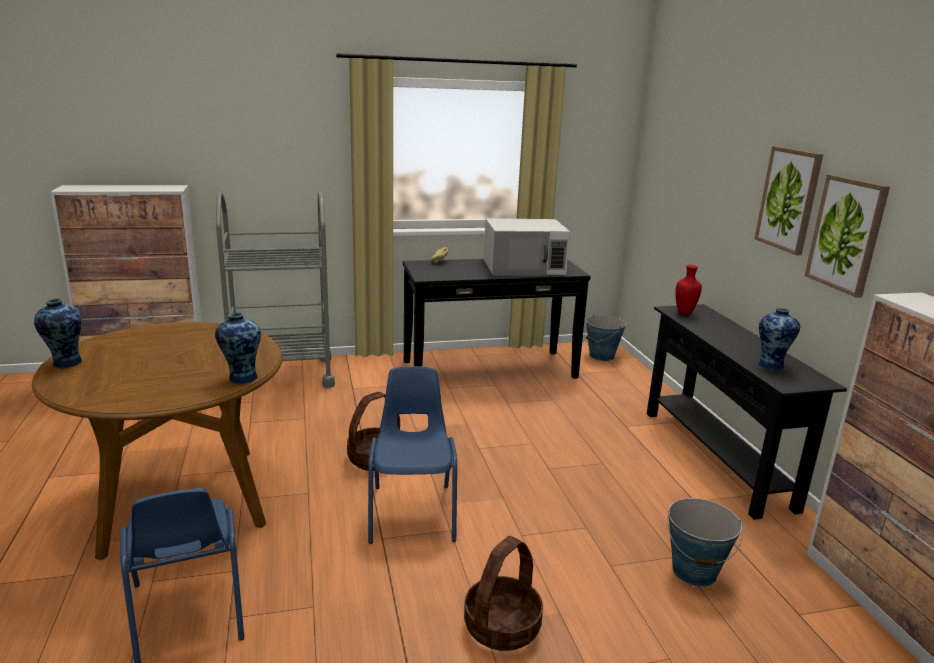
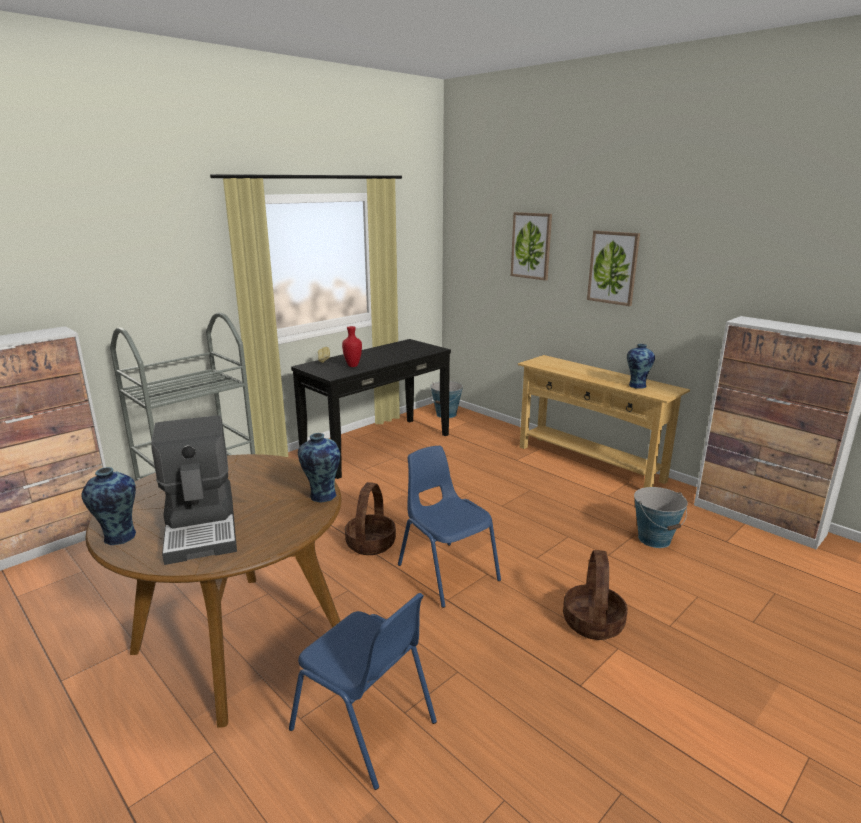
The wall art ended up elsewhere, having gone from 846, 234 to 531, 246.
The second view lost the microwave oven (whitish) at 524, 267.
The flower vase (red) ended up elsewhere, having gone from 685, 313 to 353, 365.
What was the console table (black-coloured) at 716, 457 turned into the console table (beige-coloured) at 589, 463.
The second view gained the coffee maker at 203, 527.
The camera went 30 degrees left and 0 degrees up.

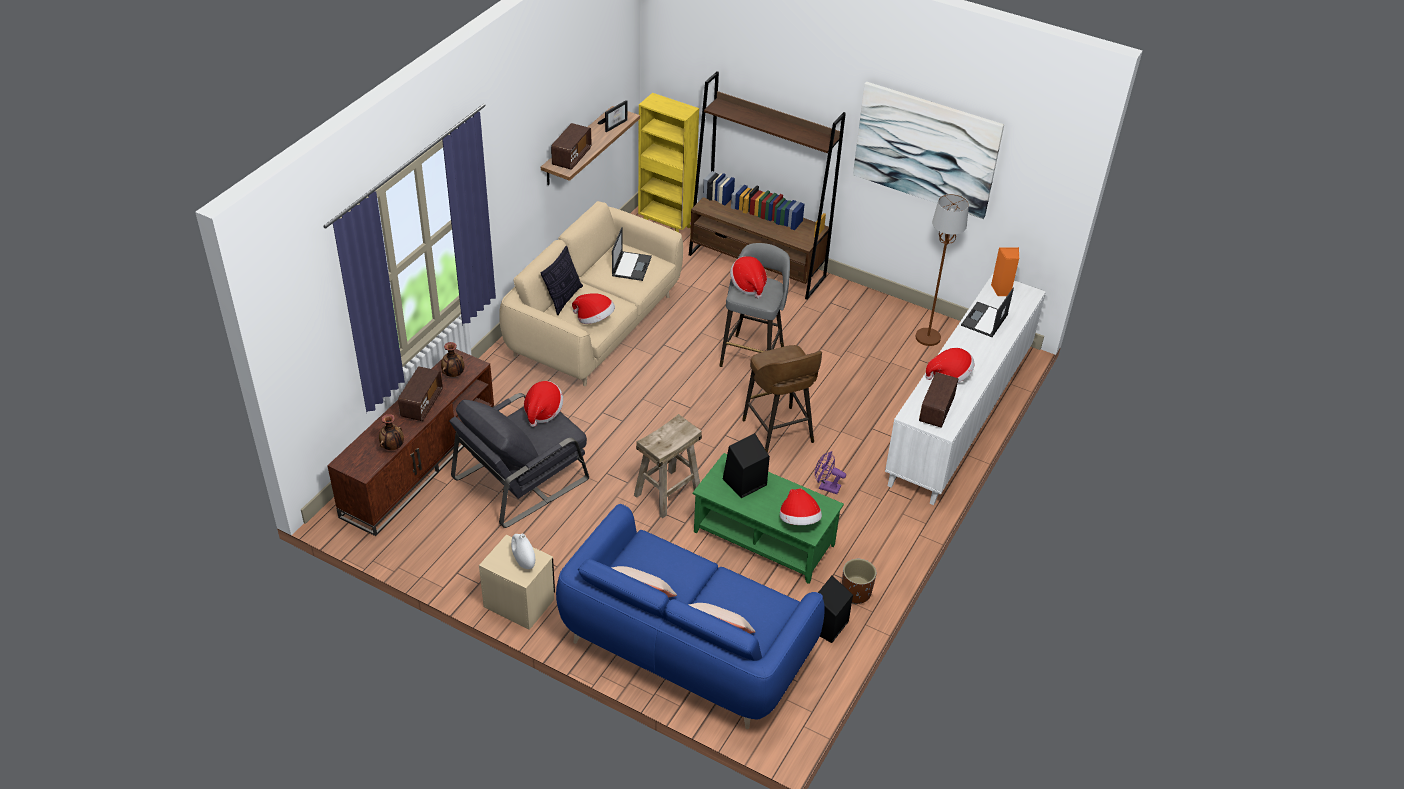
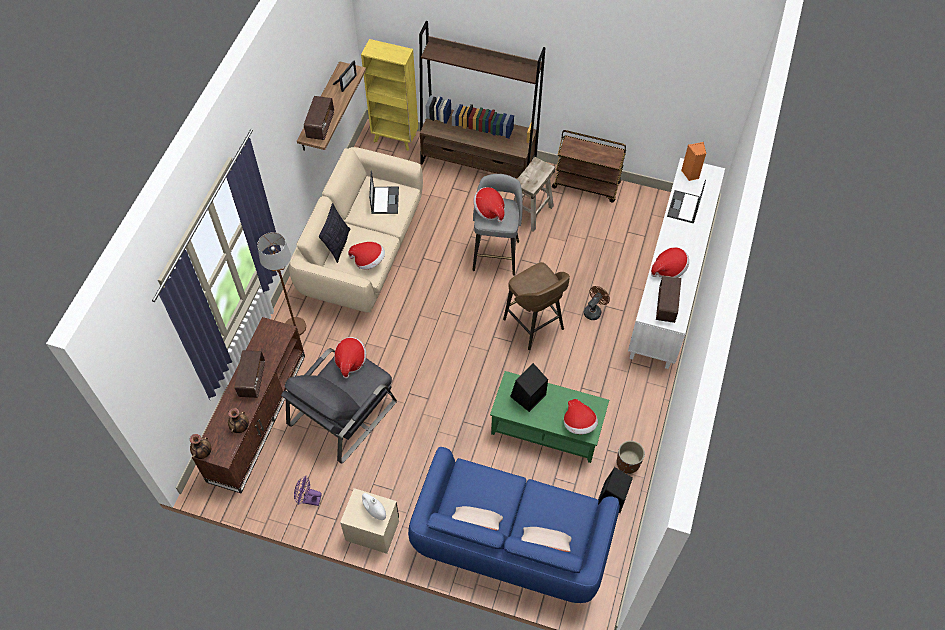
The second view lost the wall art at 926, 149.
The standard lamp (brownish) ended up elsewhere, having gone from 927, 337 to 295, 327.
The flower vase ended up elsewhere, having gone from 454, 374 to 203, 452.
The sitting stool (beige-coloured) ended up elsewhere, having gone from 667, 493 to 531, 212.
The cooling fan (purple) ended up elsewhere, having gone from 826, 487 to 308, 499.
The second view gained the trolley (brownish) at 587, 185.
The second view gained the cooling fan (brownish) at 594, 310.
The camera went 10 degrees left and 15 degrees up.

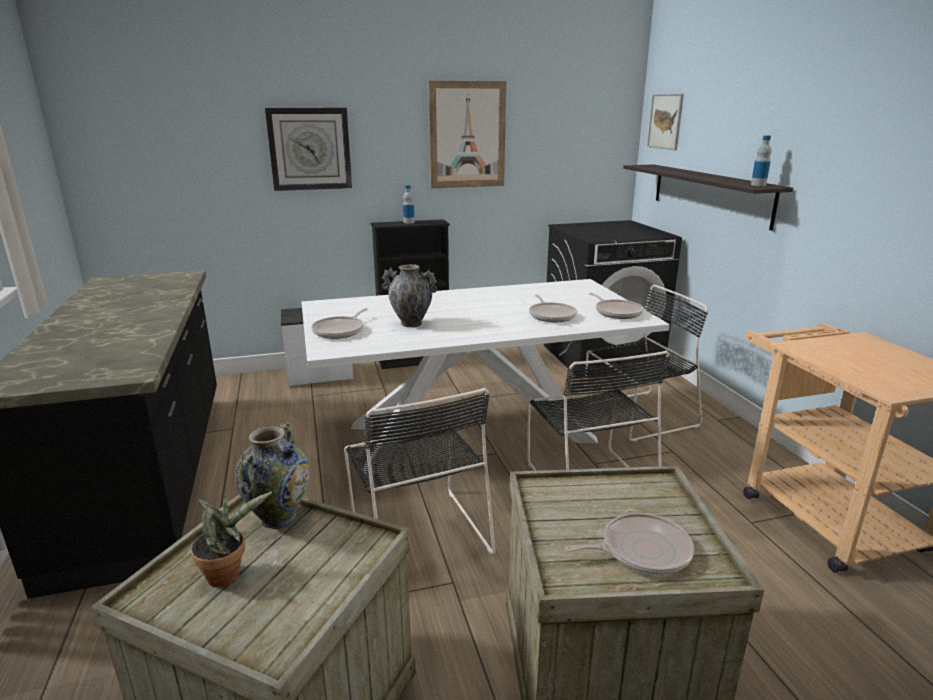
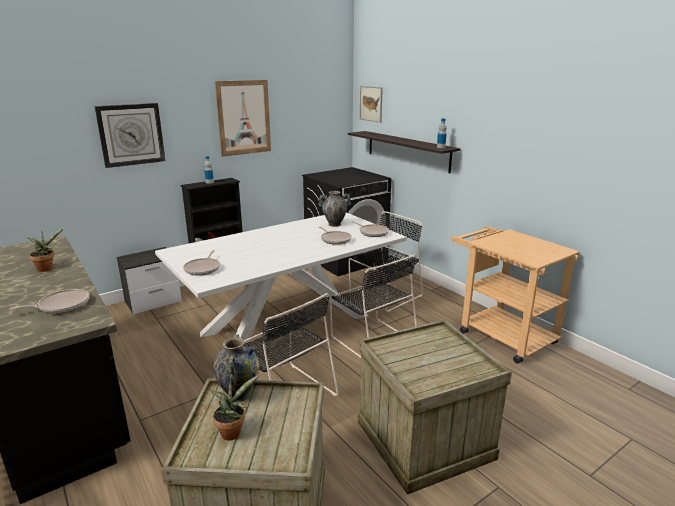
The flower vase ended up elsewhere, having gone from 411, 324 to 334, 224.
The frying pan ended up elsewhere, having gone from 641, 550 to 61, 305.
The second view gained the plant in a pot at 47, 268.
The camera went 20 degrees left and 0 degrees up.

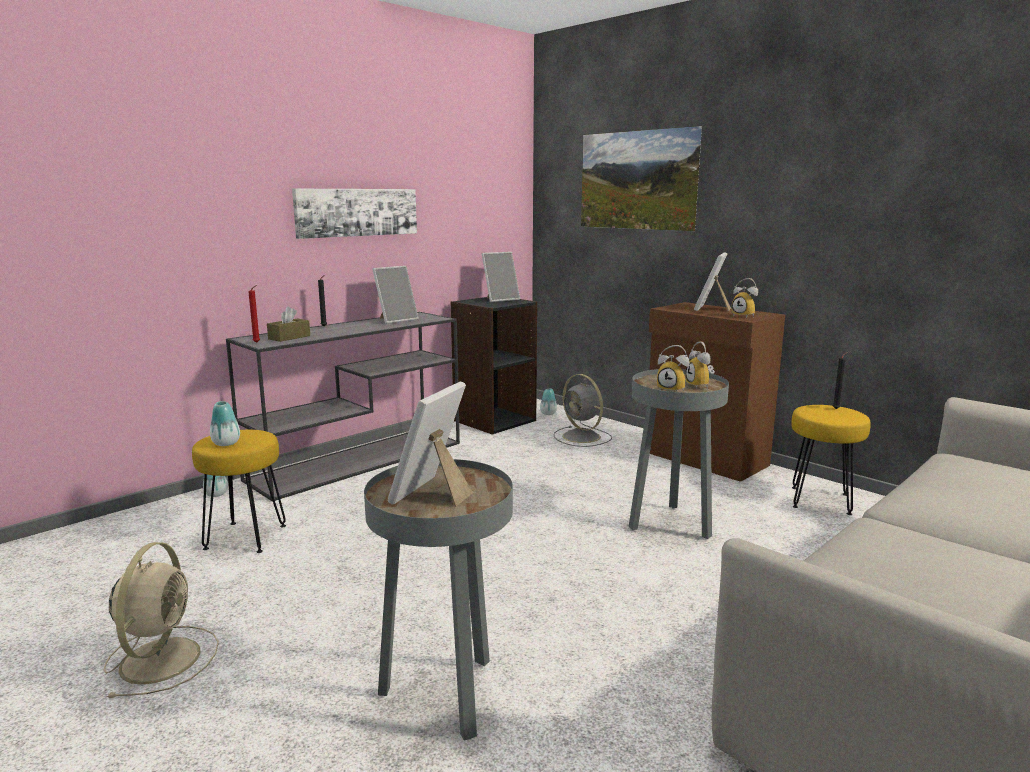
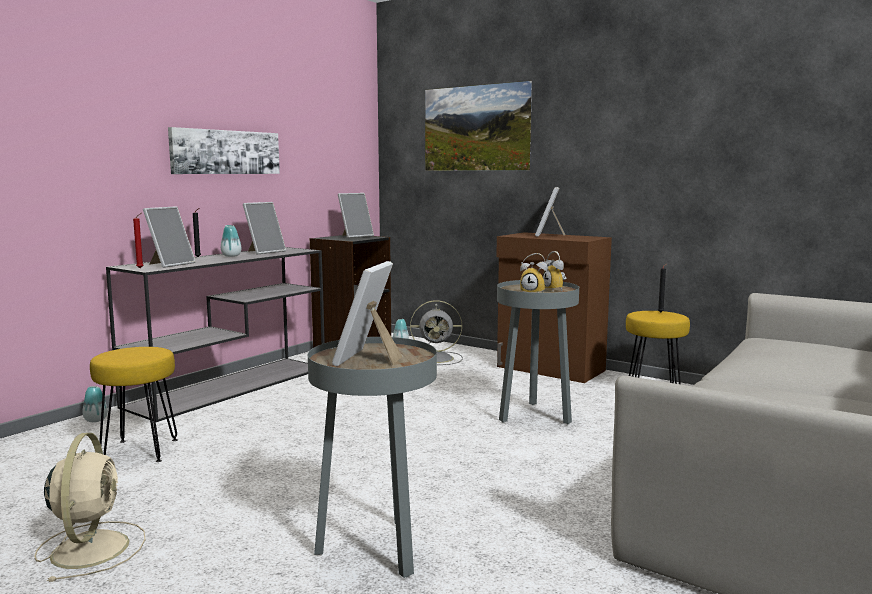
The second view lost the alarm clock at 745, 316.
Where the tissue box (brownish) stood at 289, 337, the picture frame came to stand at 170, 264.
The cooling fan (gray) at 582, 437 ended up facing another way, 45 degrees counterclockwise from before.
The flower vase ended up elsewhere, having gone from 226, 443 to 231, 256.
The camera went 10 degrees left and 5 degrees down.

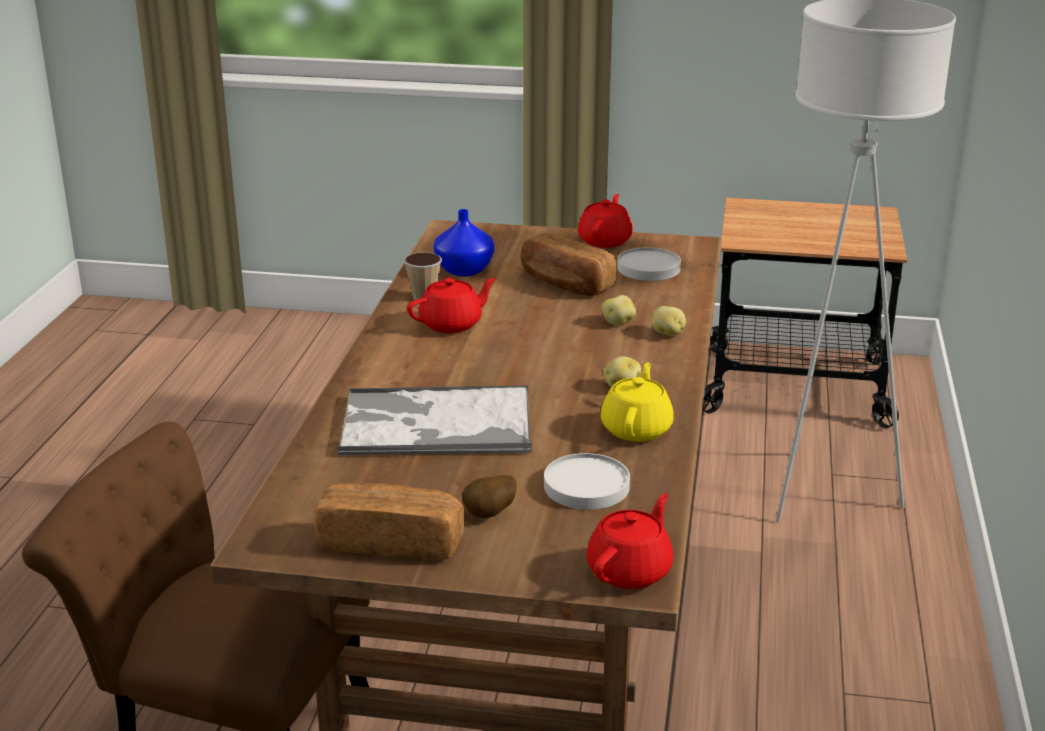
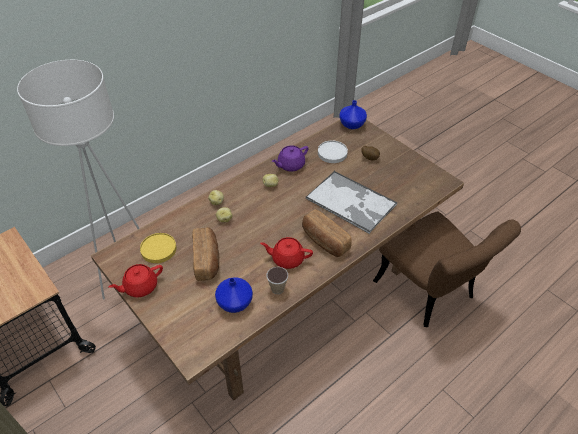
What was the dinner plate (whitish) at 648, 268 turned into the dinner plate (yellow) at 159, 249.
What was the teapot (yellow) at 637, 428 turned into the teapot (purple) at 290, 165.
The bread ended up elsewhere, having gone from 391, 542 to 324, 241.
Where the teapot (red) stood at 630, 570, the flower vase (blue) came to stand at 351, 125.
The camera went 140 degrees left and 20 degrees up.

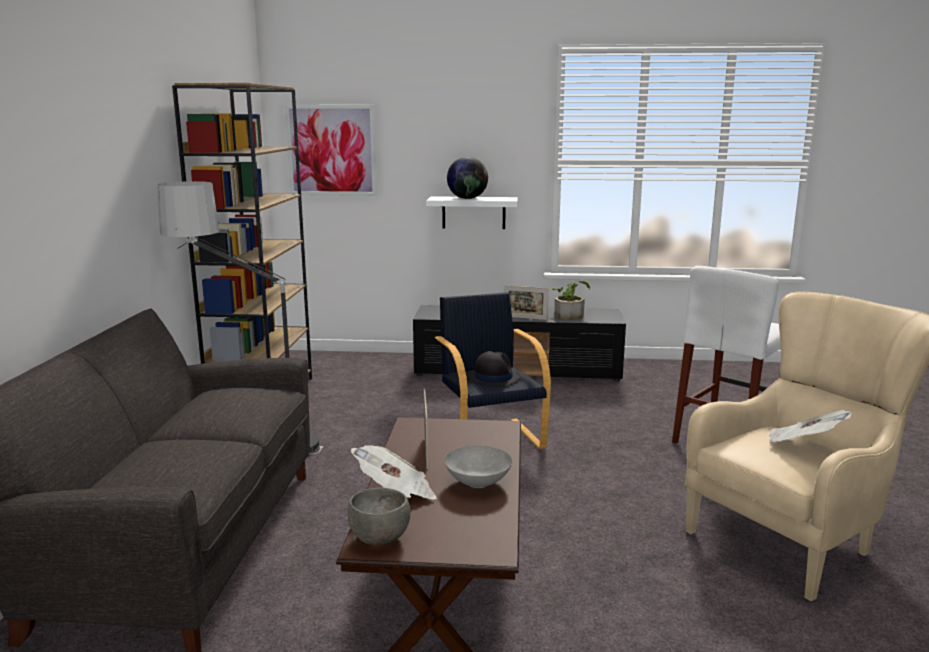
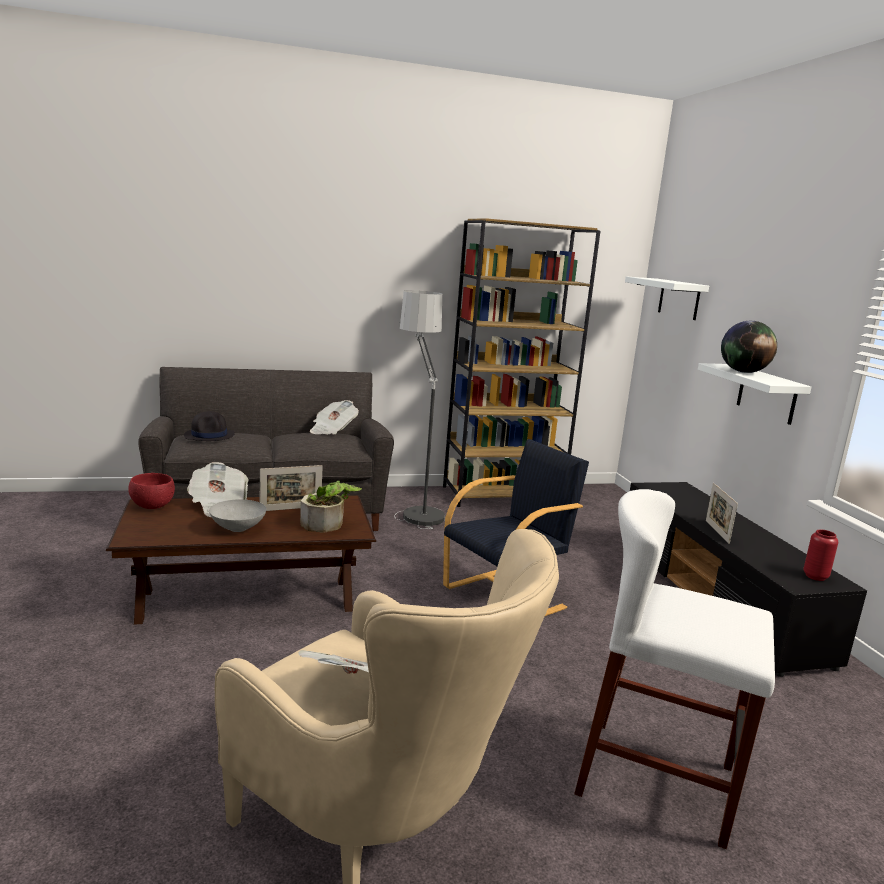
Where the wall art hung at 331, 150, the shelf (whitish) came to hang at 679, 299.
The plant in a pot ended up elsewhere, having gone from 570, 314 to 328, 524.
The wearable hat (black-coloured) ended up elsewhere, having gone from 493, 377 to 209, 435.
What was the bowl (gray) at 380, 538 turned into the bowl (red) at 152, 506.
The second view gained the daily paper at 332, 430.
The second view gained the flower vase (red) at 815, 576.
The camera went 70 degrees right and 0 degrees up.

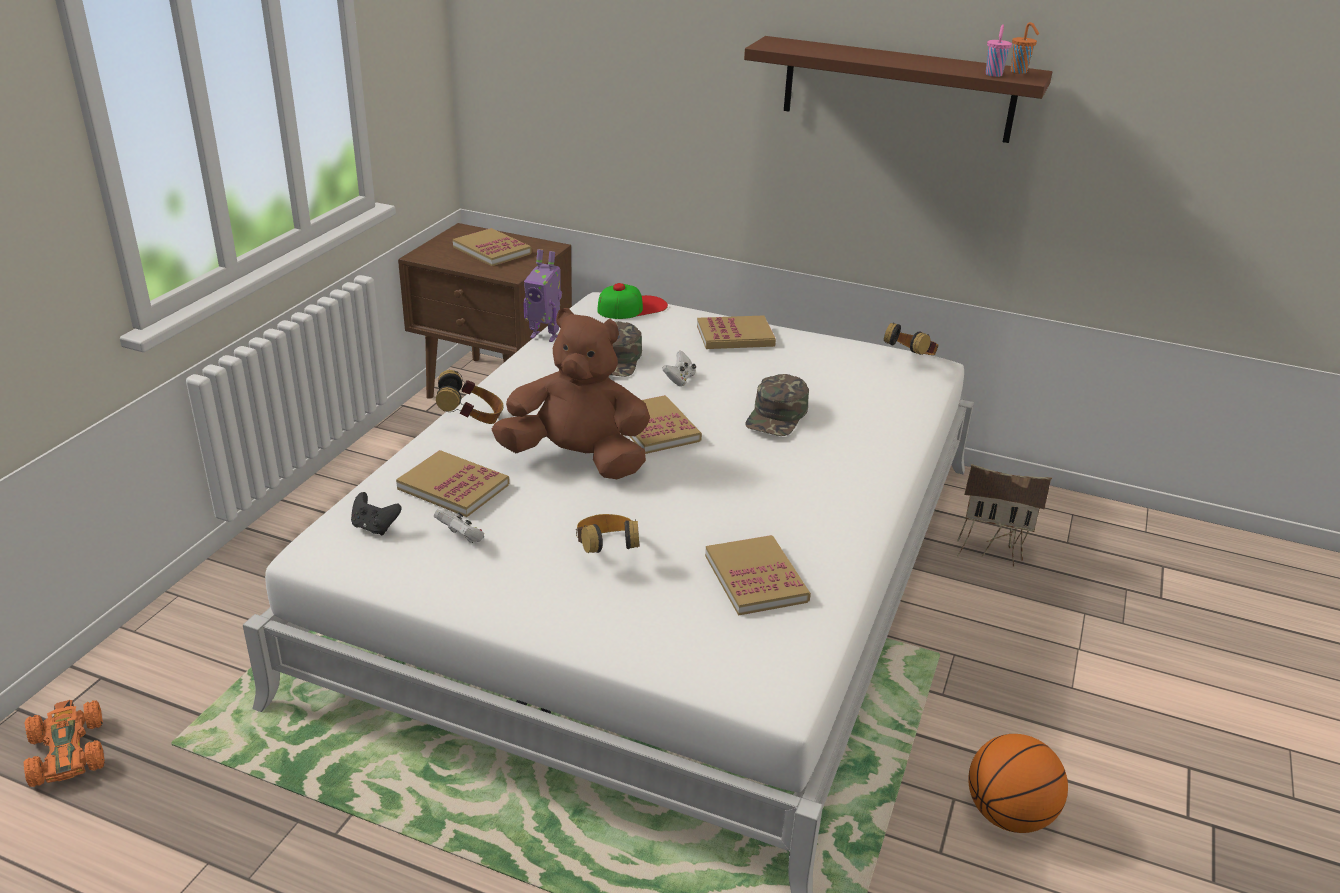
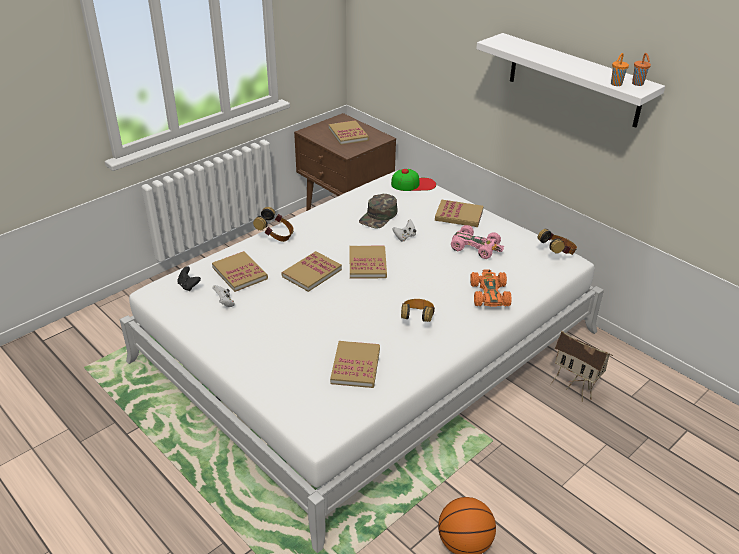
What was the small cup (pink-coloured) at 993, 75 turned into the small cup (orange) at 615, 84.
What was the shelf (brownish) at 898, 89 turned into the shelf (whitish) at 574, 80.
The second view lost the robot figure at 545, 336.
Where the soft toy (brownish) stood at 577, 460, the bound book came to stand at 312, 273.
The second view lost the cap (greenish) at 777, 415.
The pair of headphones ended up elsewhere, having gone from 607, 550 to 417, 319.
The model car (orange) ended up elsewhere, having gone from 67, 751 to 489, 294.
The second view gained the model car (pink-coloured) at 476, 247.
The camera went 25 degrees right and 5 degrees up.

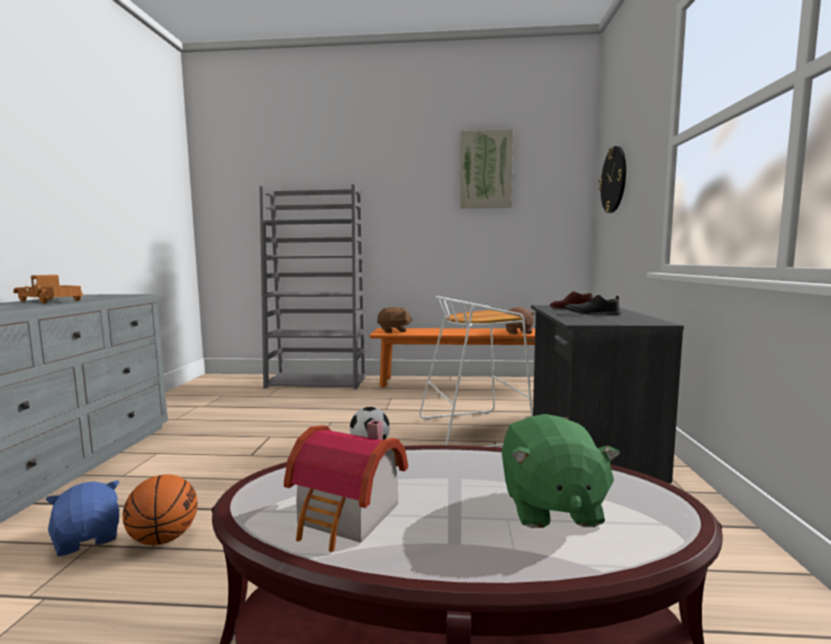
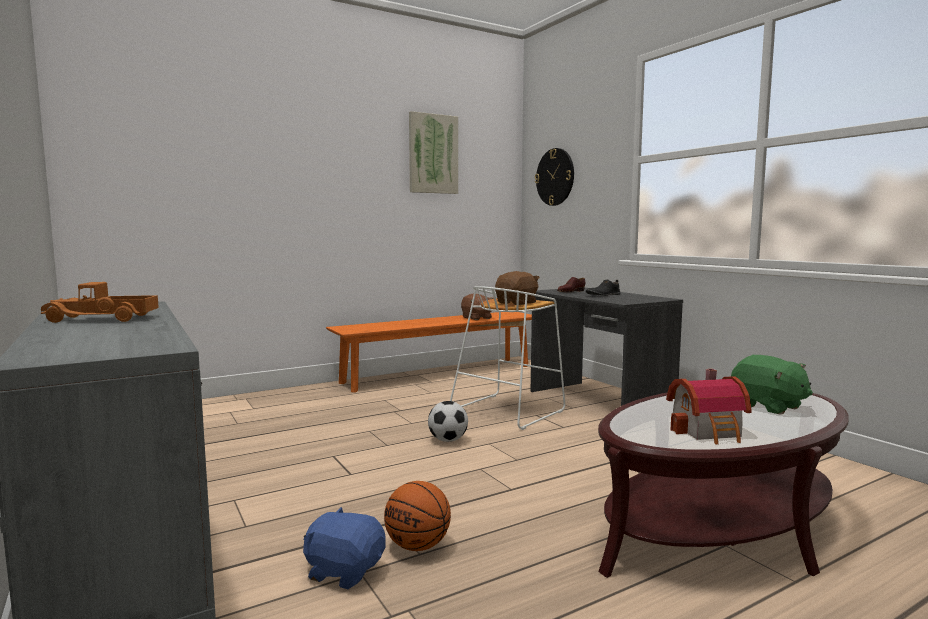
The second view lost the shelving unit (gray) at 318, 382.
The soft toy (brownish) ended up elsewhere, having gone from 394, 331 to 517, 303.
The camera went 35 degrees left and 0 degrees up.

